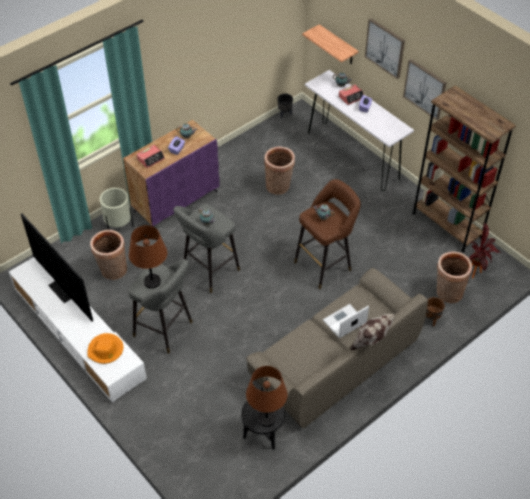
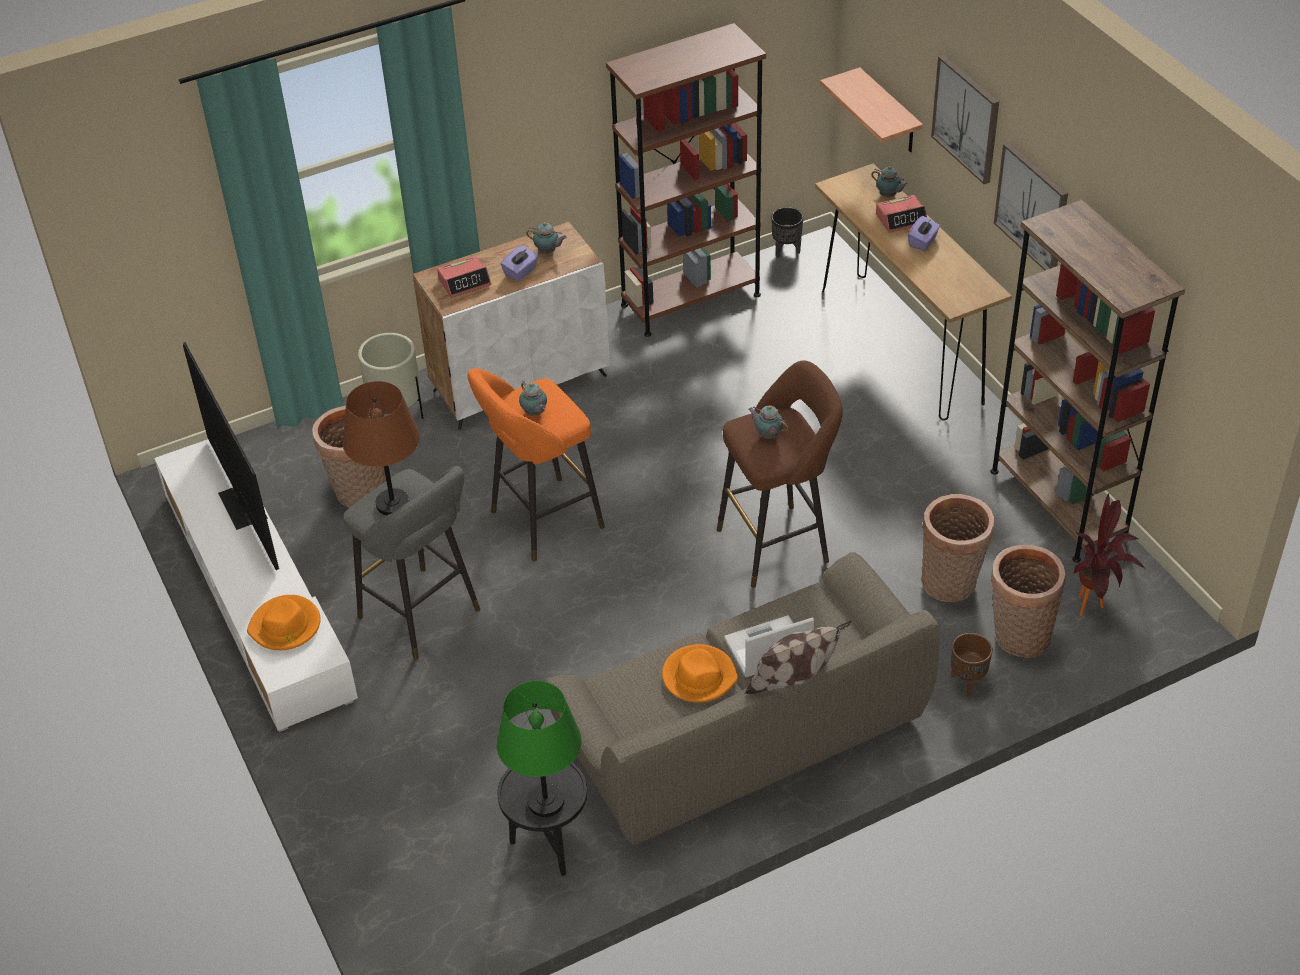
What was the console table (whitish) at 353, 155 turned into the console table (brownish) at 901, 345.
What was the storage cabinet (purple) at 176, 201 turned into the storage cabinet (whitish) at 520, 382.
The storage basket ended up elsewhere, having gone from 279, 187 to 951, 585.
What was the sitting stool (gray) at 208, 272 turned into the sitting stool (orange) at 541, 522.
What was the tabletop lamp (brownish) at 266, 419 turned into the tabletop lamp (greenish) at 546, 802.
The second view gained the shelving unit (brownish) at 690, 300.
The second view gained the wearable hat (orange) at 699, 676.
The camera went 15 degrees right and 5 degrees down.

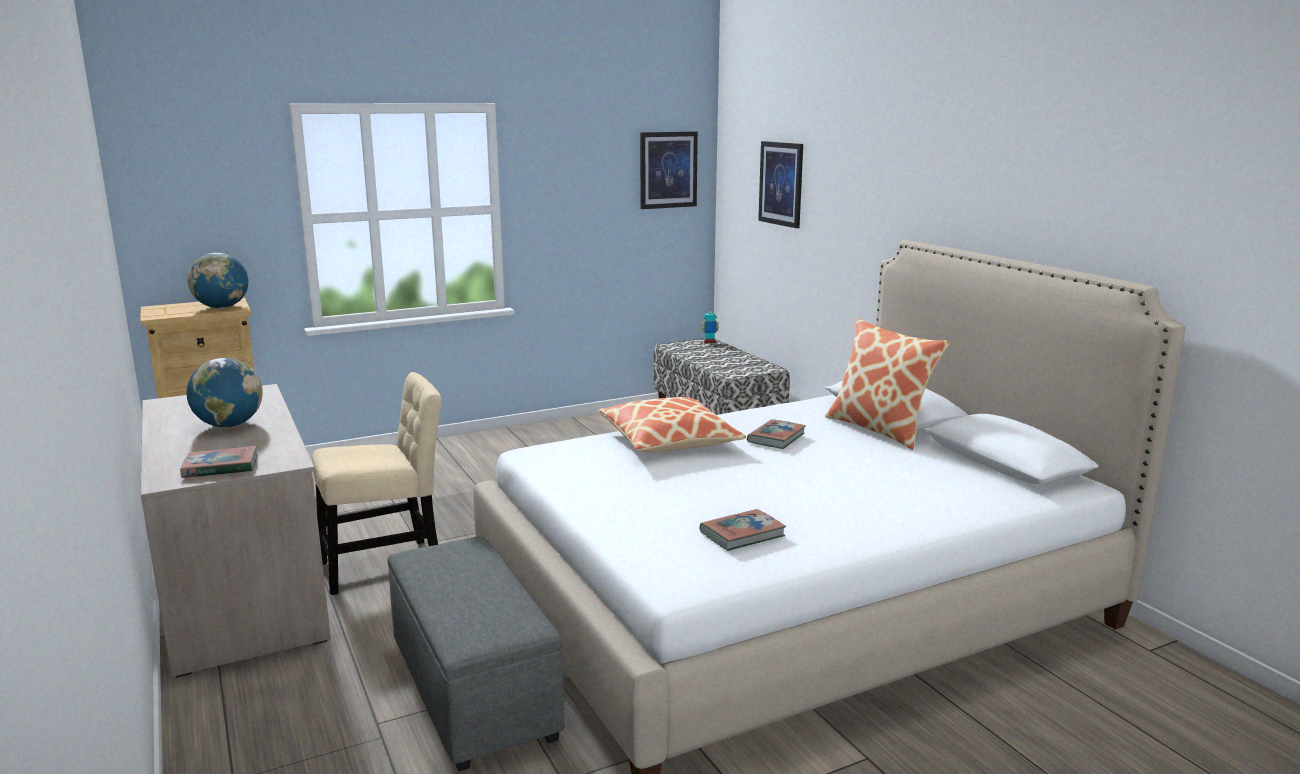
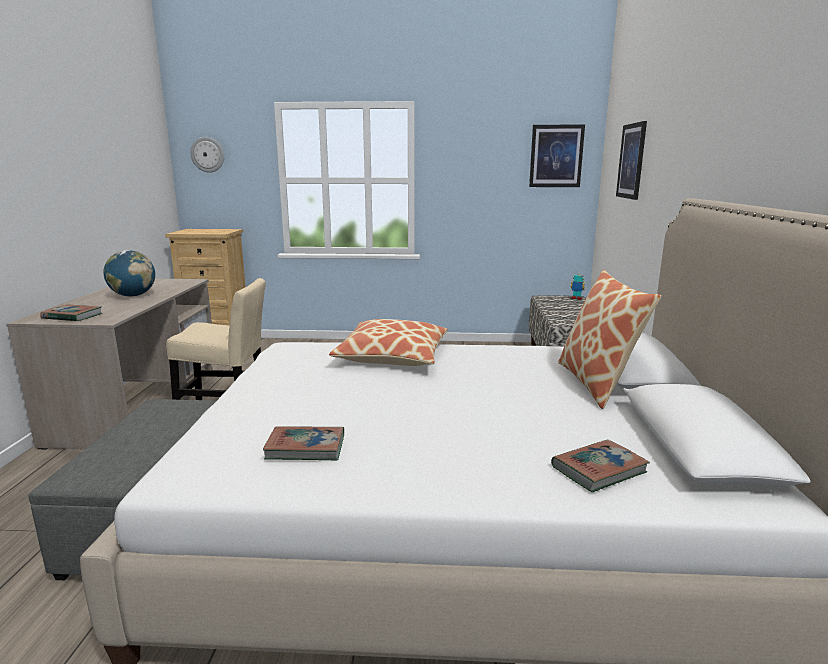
The second view lost the desk globe at 222, 307.
The bound book ended up elsewhere, having gone from 776, 438 to 599, 470.
The second view gained the hanging clock at 208, 154.
The camera went 30 degrees right and 0 degrees up.

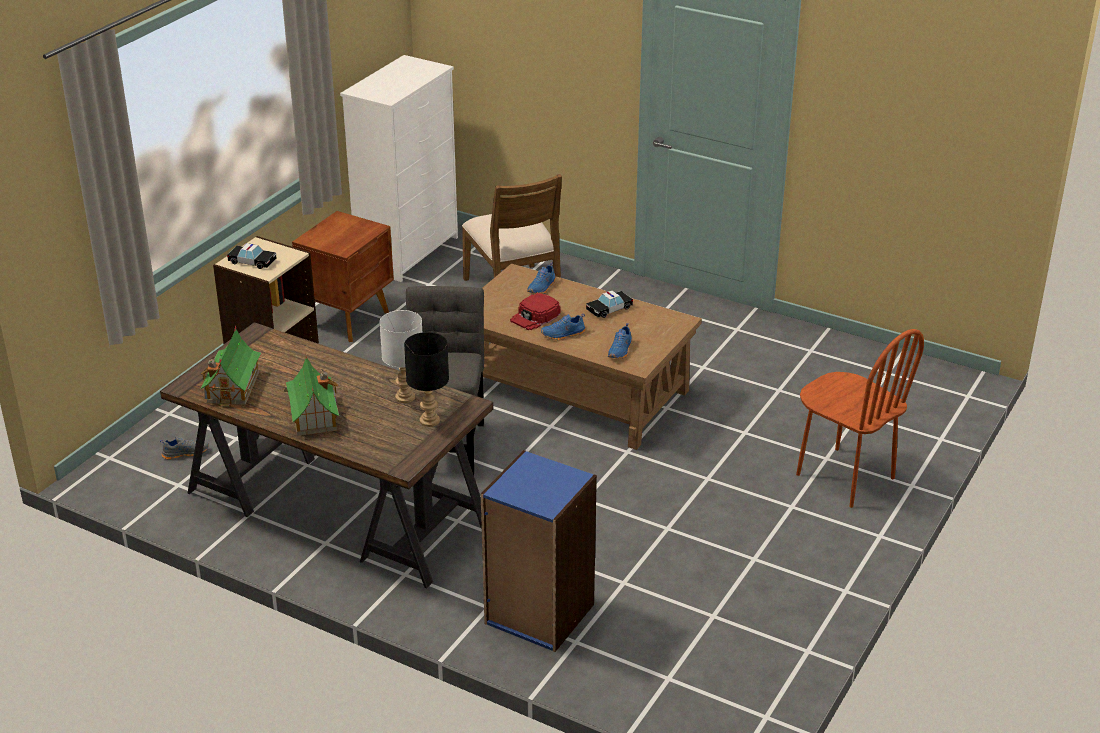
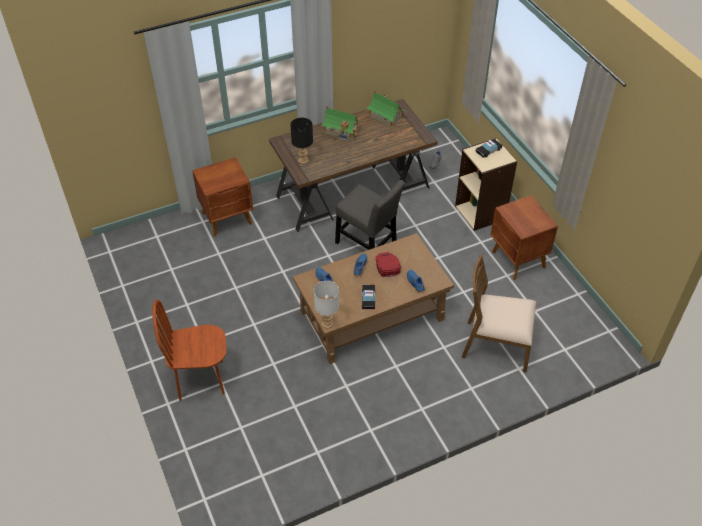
The second view lost the dresser (whitish) at 408, 252.
The tabletop lamp (whitish) ended up elsewhere, having gone from 405, 397 to 328, 324.
Where the shelving unit (blue) stood at 538, 614, the night table (brownish) came to stand at 228, 219.
The camera went 125 degrees right and 15 degrees up.

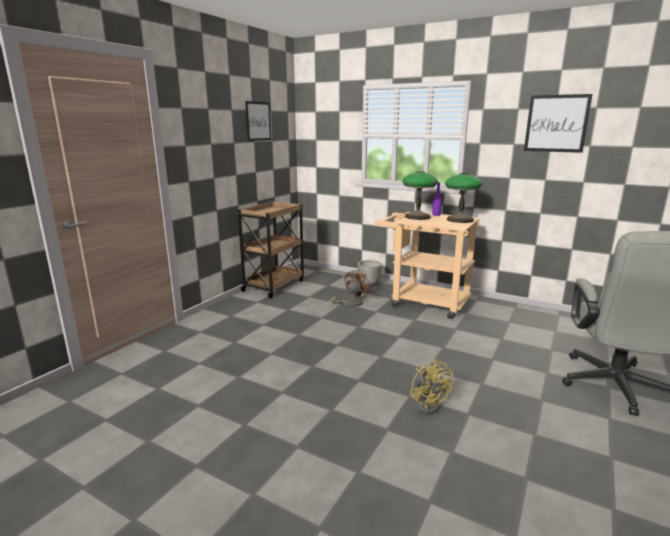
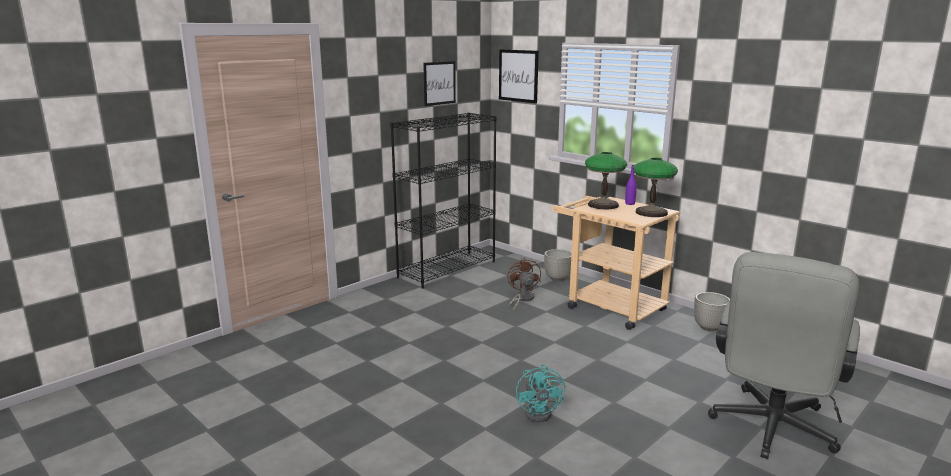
The wall art ended up elsewhere, having gone from 556, 123 to 518, 75.
Where the trolley (brownish) stood at 274, 285, the shelving unit (black-coloured) came to stand at 447, 269.
The cooling fan (brownish) at 350, 303 ended up facing another way, 60 degrees counterclockwise from before.
What was the cooling fan (yellow) at 428, 403 turned into the cooling fan (turquoise) at 542, 412.
The second view gained the planter at 709, 327.
The camera went 15 degrees right and 0 degrees up.

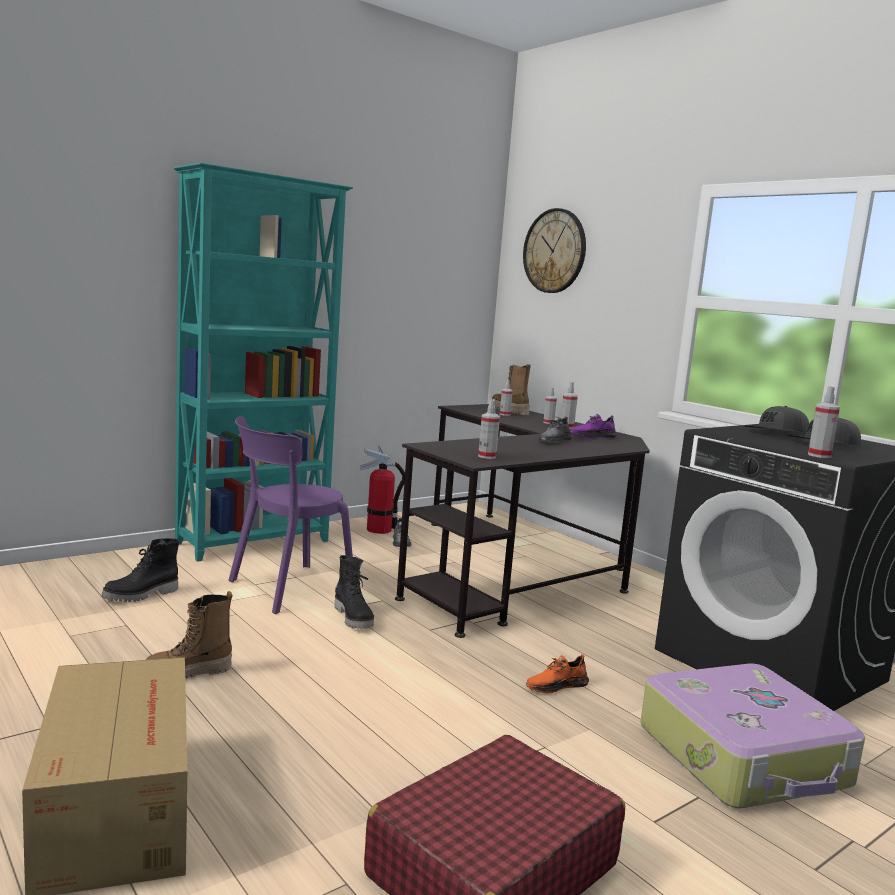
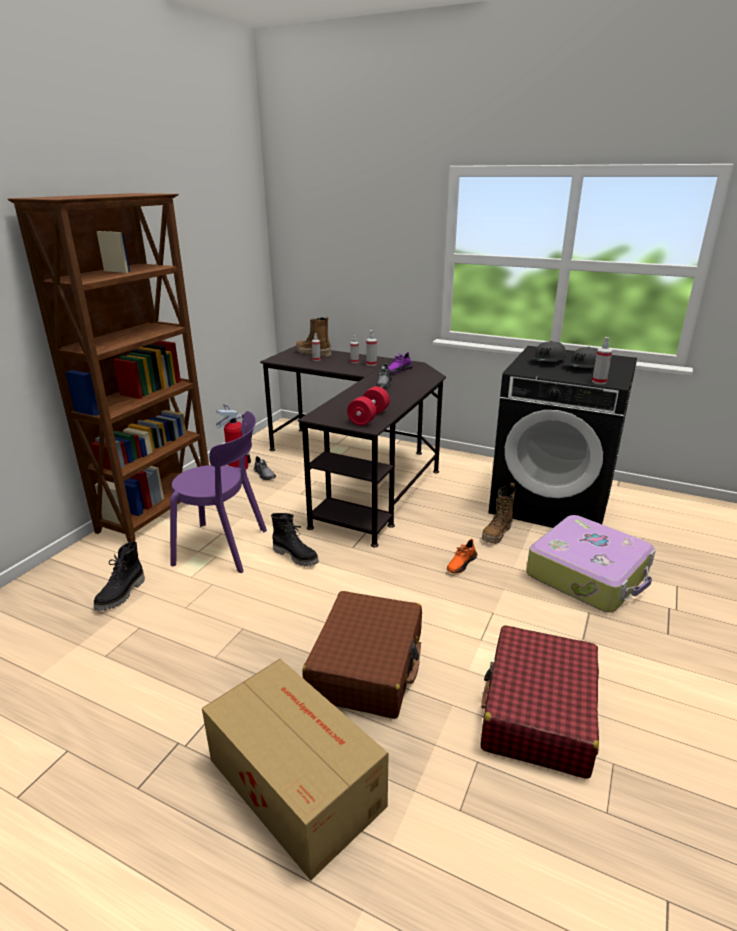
What was the shelving unit (turquoise) at 255, 542 turned into the shelving unit (brownish) at 159, 510.
The second view lost the hanging clock at 554, 251.
Where the sprayer stood at 487, 456, the dumbbell (red) came to stand at 368, 417.
The upright chair (purple) at 286, 589 ended up facing another way, 105 degrees counterclockwise from before.
The high-top boot ended up elsewhere, having gone from 188, 673 to 497, 534.
The second view gained the travel case (brownish) at 367, 665.
The camera went 25 degrees left and 15 degrees up.

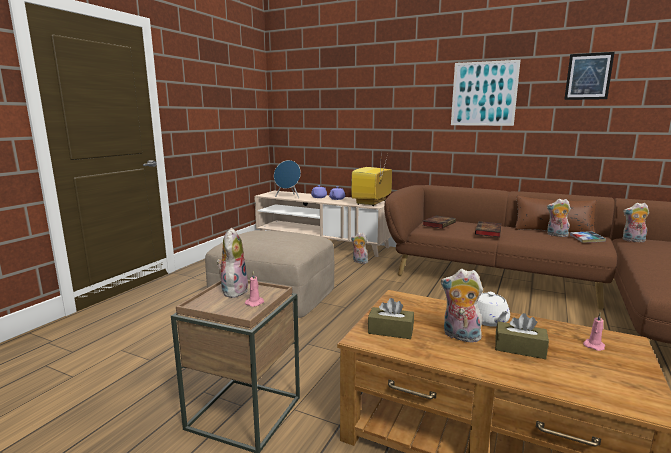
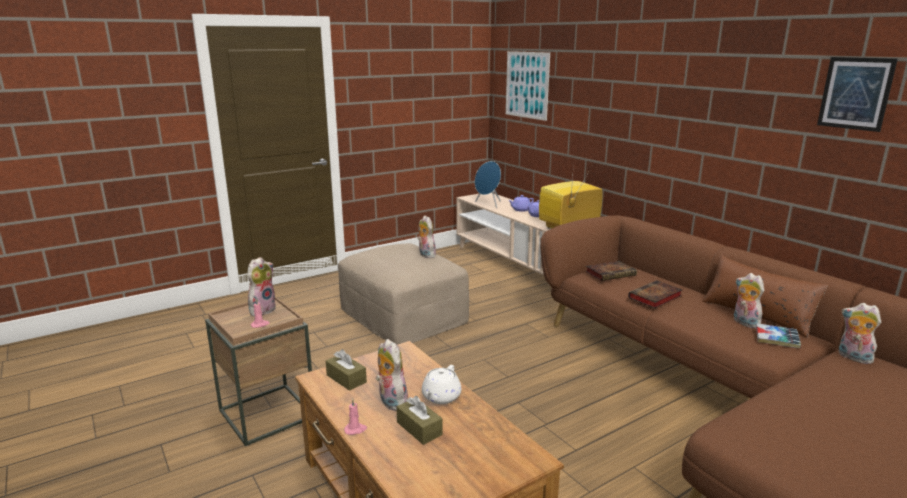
The wall art ended up elsewhere, having gone from 484, 94 to 527, 85.
The soft toy ended up elsewhere, having gone from 359, 262 to 425, 255.
The wax candle (pink-coloured) ended up elsewhere, having gone from 594, 345 to 355, 429.
The camera went 30 degrees right and 5 degrees up.

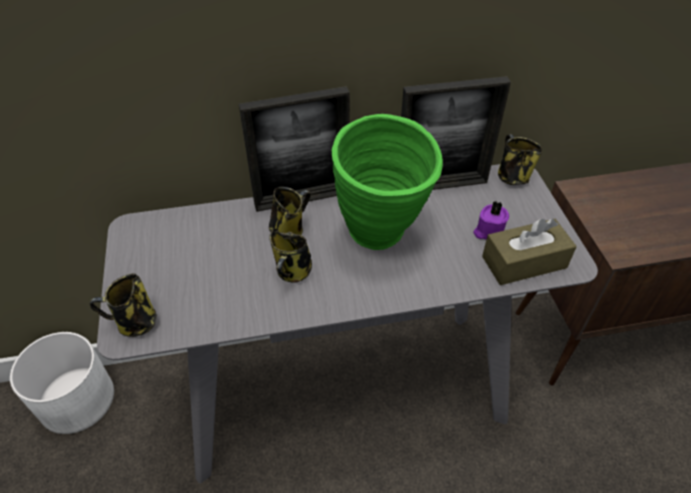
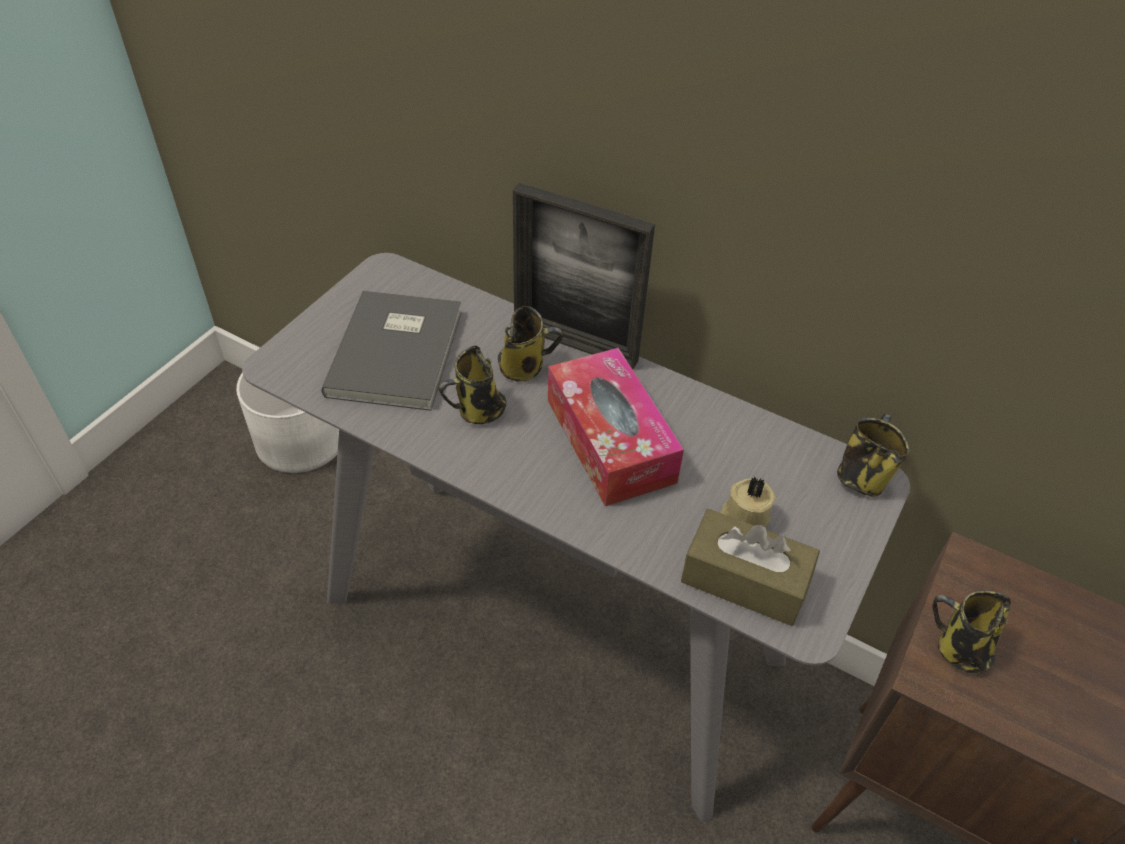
The second view lost the picture frame at 441, 185.
Where the flower vase (greenish) stood at 382, 238, the tissue box came to stand at 610, 440.
What was the wax candle (purple) at 488, 231 turned into the wax candle (beige-coloured) at 744, 517.
The coffee mug ended up elsewhere, having gone from 135, 323 to 959, 649.
The second view gained the bound book (gray) at 400, 352.
The camera went 40 degrees right and 0 degrees up.

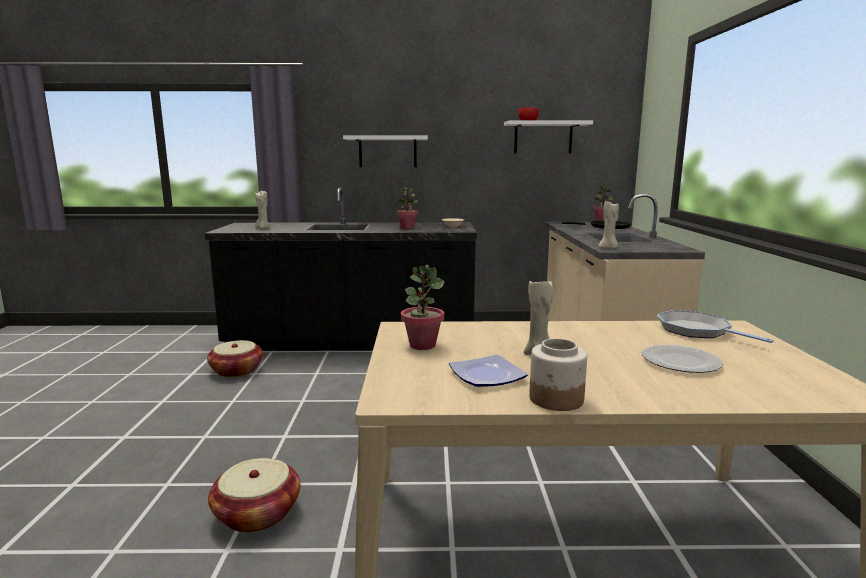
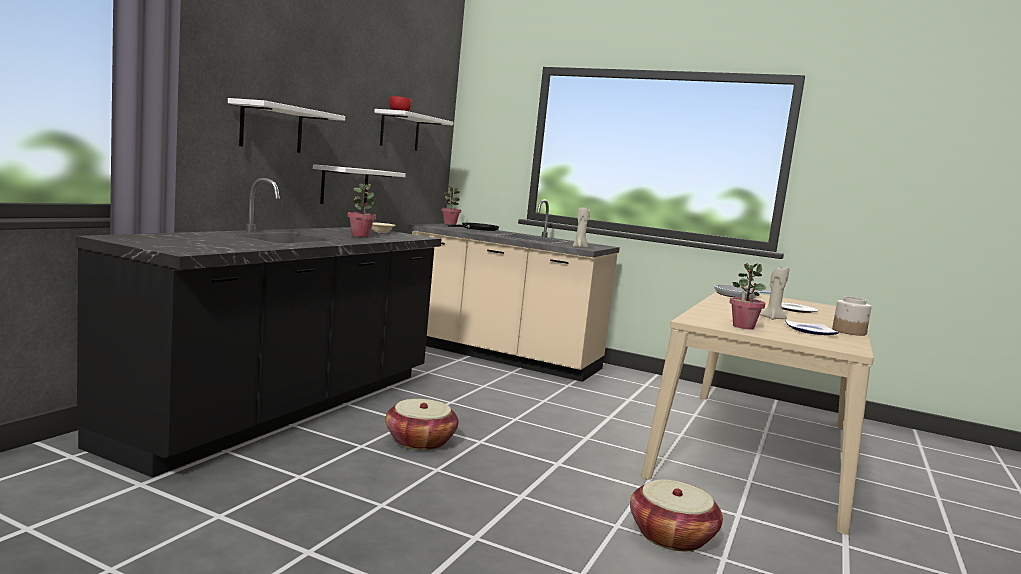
The second view lost the wax candle (beige-coloured) at 263, 228.
The storage basket ended up elsewhere, having gone from 236, 371 to 420, 441.
The second view gained the shelf (whitish) at 345, 185.
The camera went 65 degrees left and 5 degrees down.

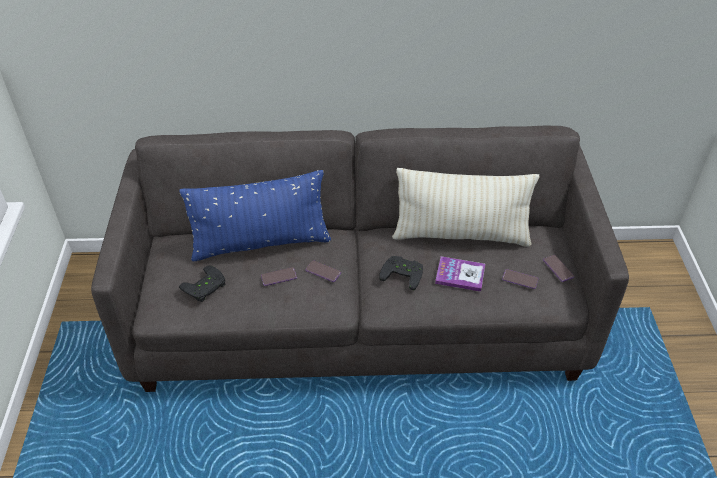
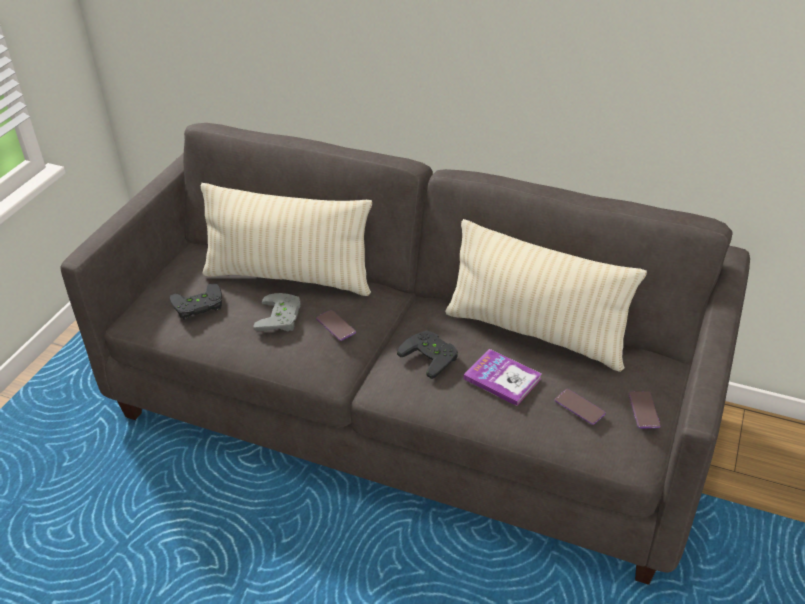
What was the pillow (blue) at 261, 243 turned into the pillow (beige-coloured) at 289, 277.
Where the handset stood at 279, 277, the gamepad (gray) came to stand at 282, 317.
The camera went 25 degrees right and 5 degrees down.

